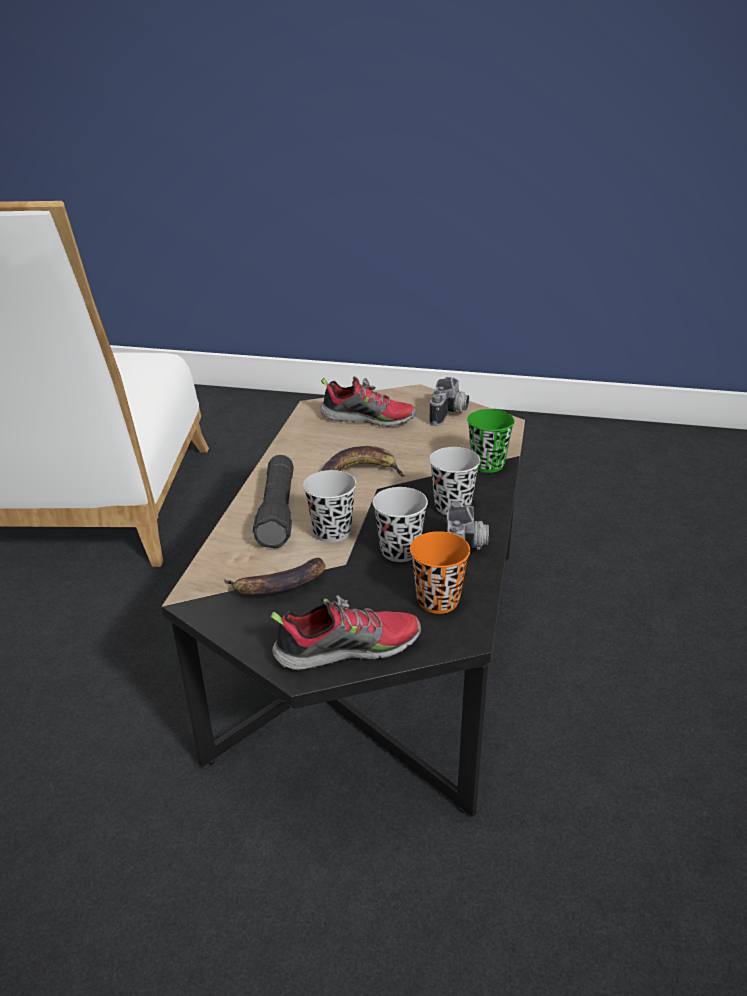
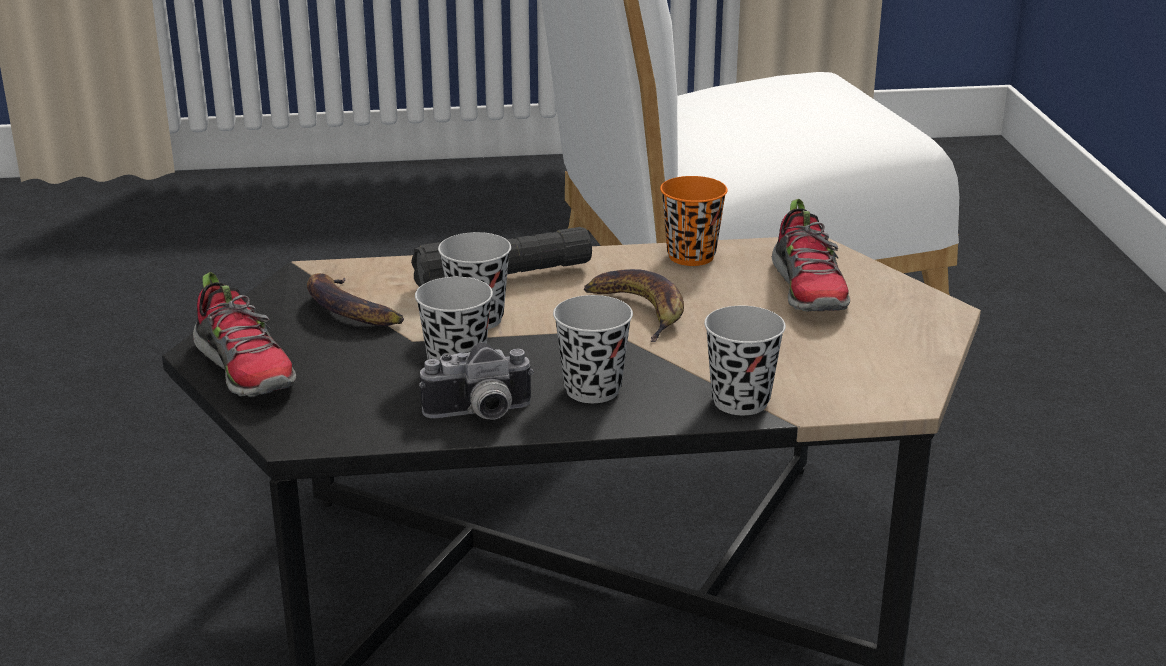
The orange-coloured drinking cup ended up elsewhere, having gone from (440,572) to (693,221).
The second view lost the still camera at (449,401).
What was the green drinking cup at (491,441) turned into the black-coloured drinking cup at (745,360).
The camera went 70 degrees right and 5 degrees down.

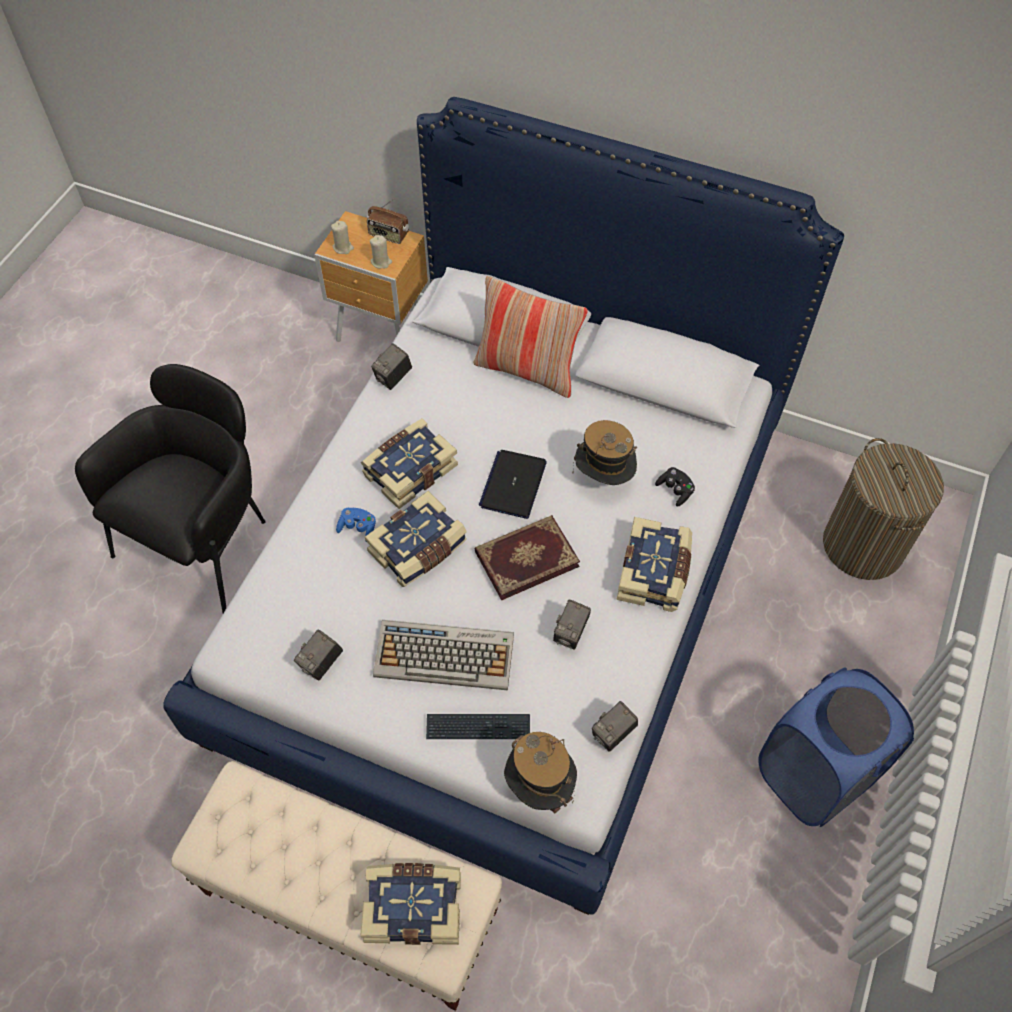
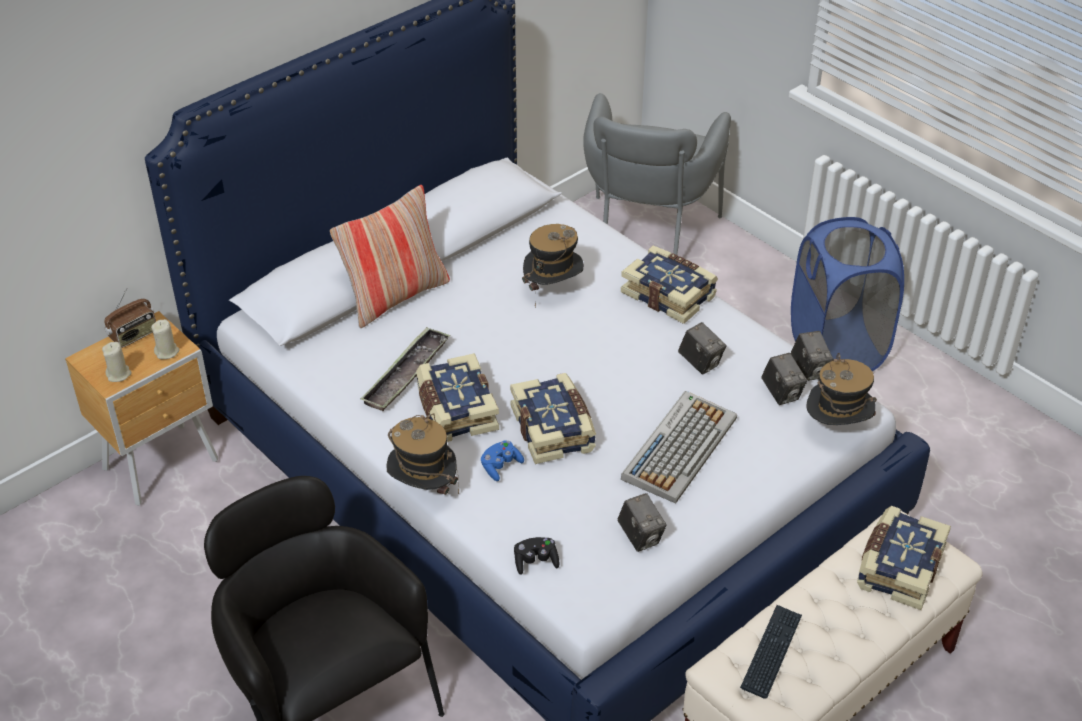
The still camera ended up elsewhere, having gone from (391,366) to (785,379).
The keyboard ended up elsewhere, having gone from (478,726) to (771,652).
The second view lost the bound book at (527,558).
The second view lost the portable computer at (513,484).
The black-coloured game controller ended up elsewhere, having gone from (675,487) to (536,556).
Where the hamper stood at (883,509), the grey lounge chair came to stand at (657,174).
The second view gained the carrying tray at (405,369).
The second view gained the clothing hat at (423,454).
The camera went 65 degrees left and 15 degrees down.

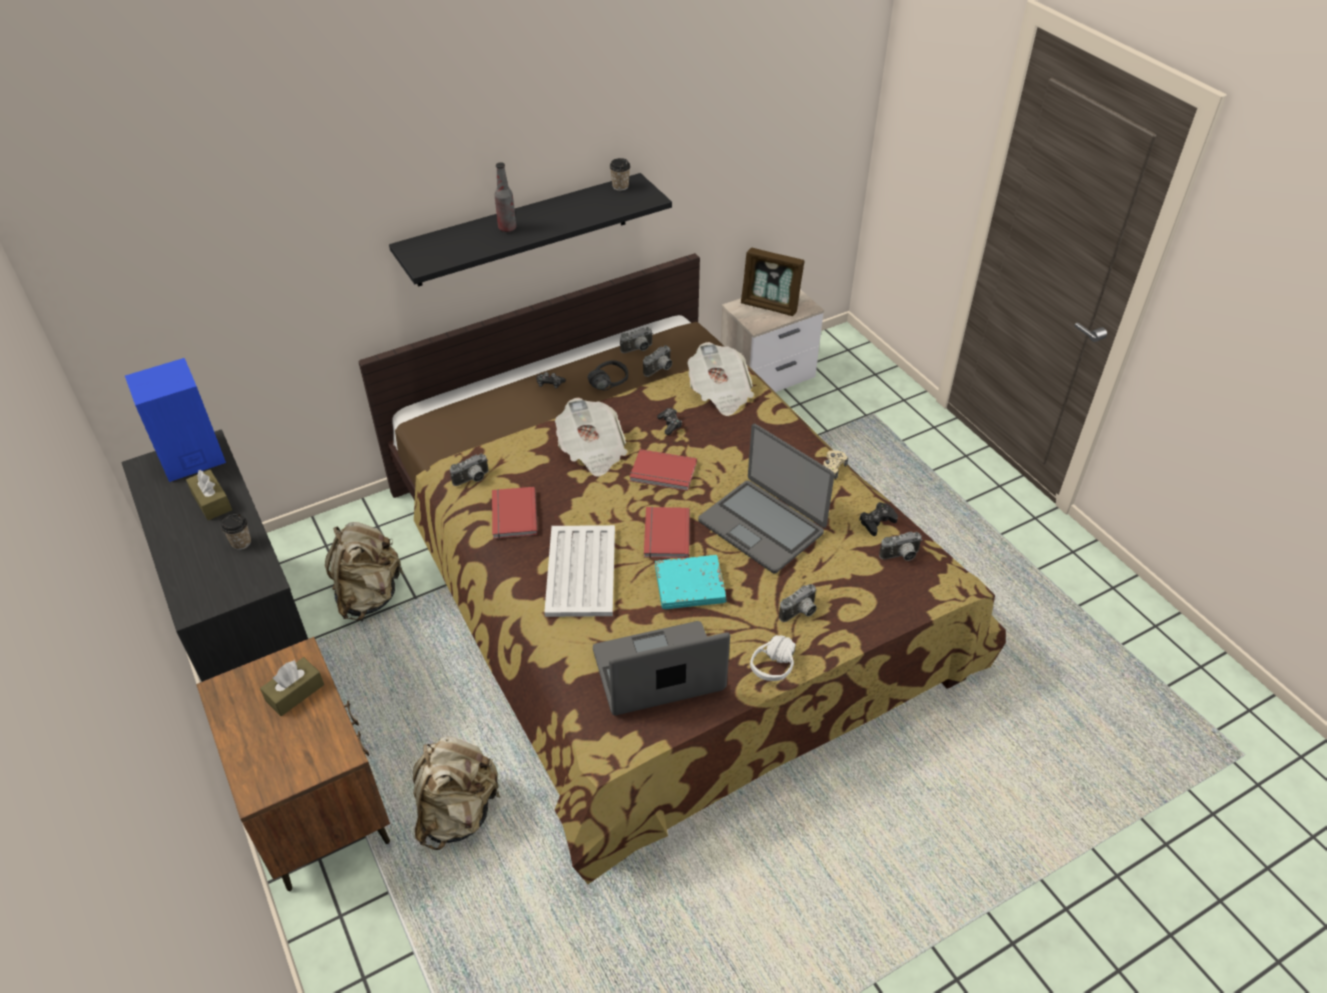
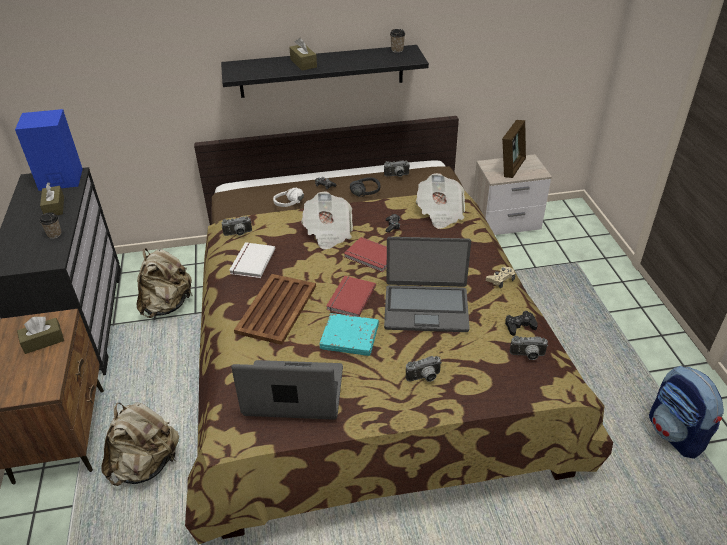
What was the red bound book at (515,513) turned into the whitish bound book at (252,260).
Where the beverage bottle stood at (505,197), the brownish tissue holder came to stand at (303,54).
What was the whitish carrying tray at (579,571) turned into the brownish carrying tray at (275,309).
The second view lost the still camera at (657,361).
The portable computer at (766,498) ended up facing another way, 60 degrees counterclockwise from before.
The standing frame at (773,281) ended up facing another way, 105 degrees counterclockwise from before.
The whitish pair of headphones ended up elsewhere, having gone from (773,658) to (288,197).
The second view gained the knapsack at (686,412).
The camera went 20 degrees right and 5 degrees down.

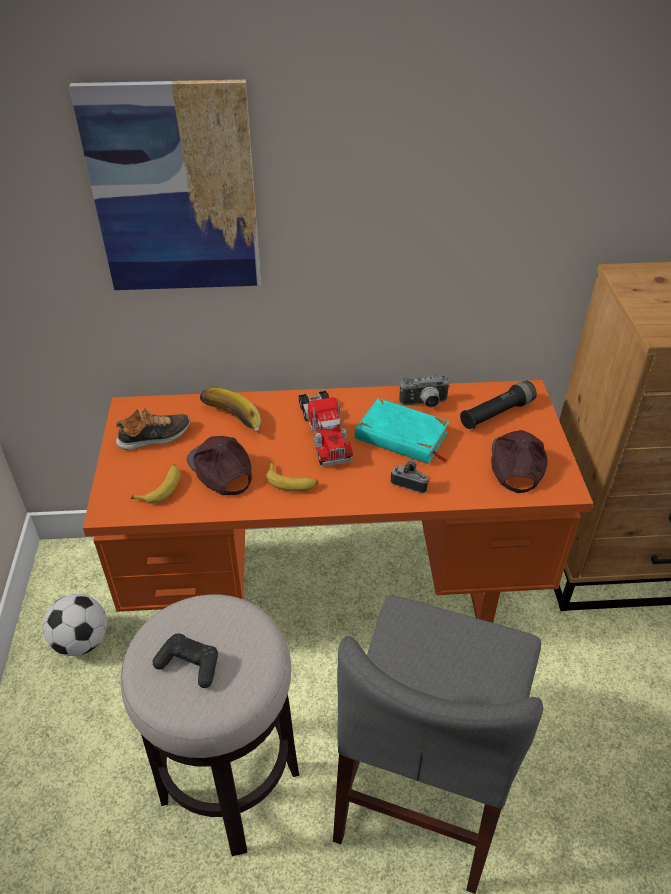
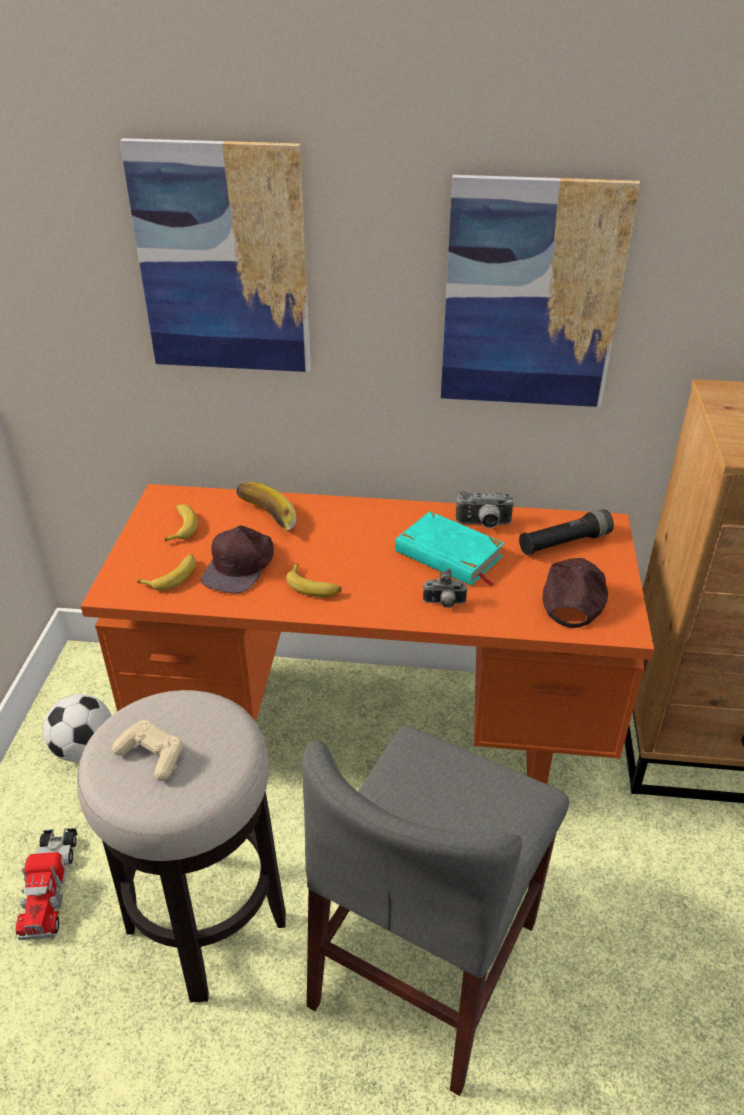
Where the item of footwear stood at (153,429), the banana came to stand at (181,523).
What was the black-coloured game controller at (185,660) turned into the beige game controller at (147,750).
The brownish cap at (219,465) ended up facing another way, 135 degrees counterclockwise from before.
The model truck ended up elsewhere, having gone from (325,428) to (47,884).
The still camera at (410,475) ended up facing another way, 150 degrees clockwise from before.
The second view gained the picture at (540,291).
The camera went 10 degrees right and 5 degrees down.

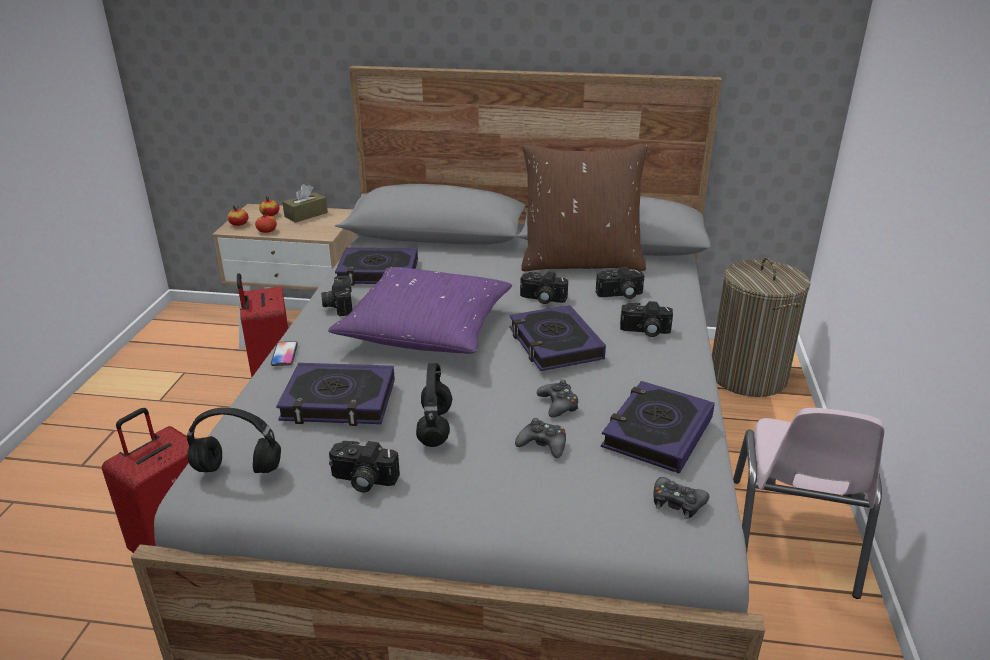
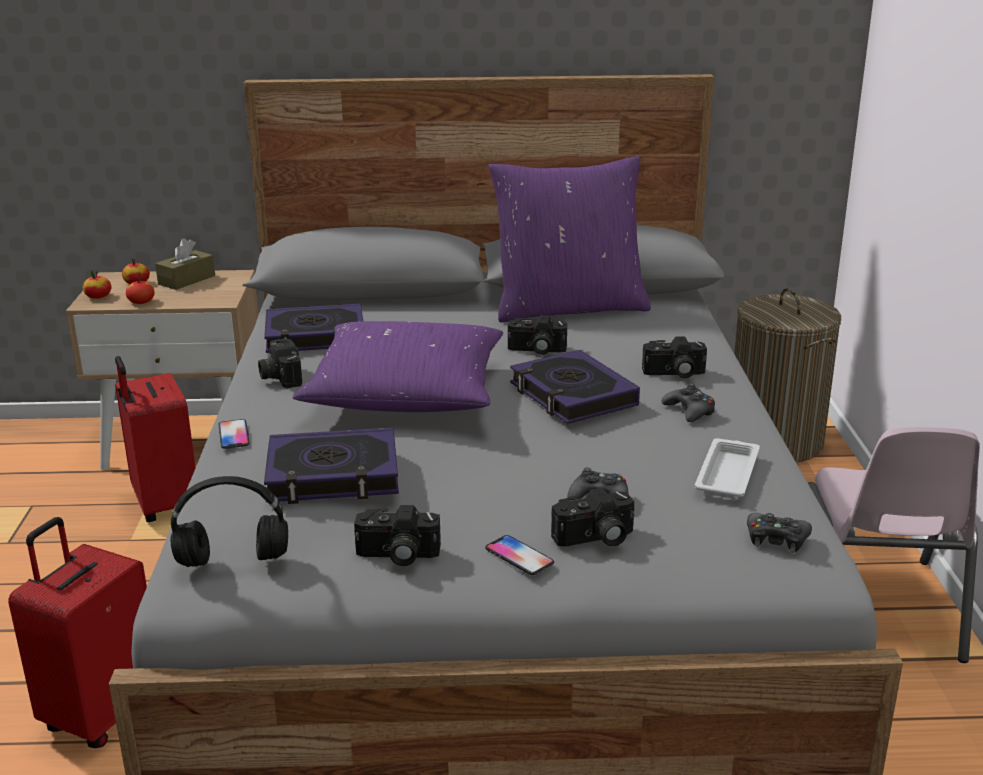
The second view lost the black-coloured pair of headphones at (434,405).
What was the brownish pillow at (584,208) turned into the purple pillow at (569,239).
The black-coloured game controller ended up elsewhere, having gone from (558,399) to (688,402).
The still camera ended up elsewhere, having gone from (620,283) to (592,517).
Where the bound book stood at (658,427), the whitish carrying tray came to stand at (727,468).
The second view gained the handset at (519,555).
The camera went 10 degrees left and 5 degrees down.

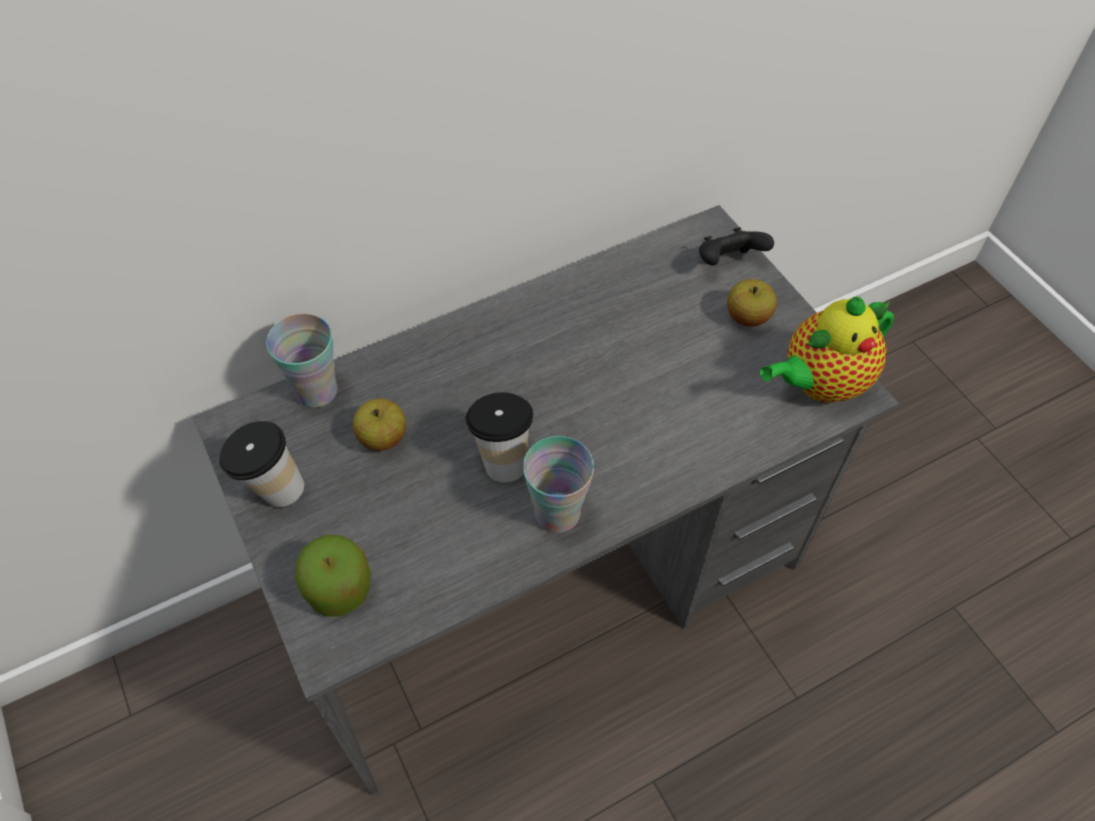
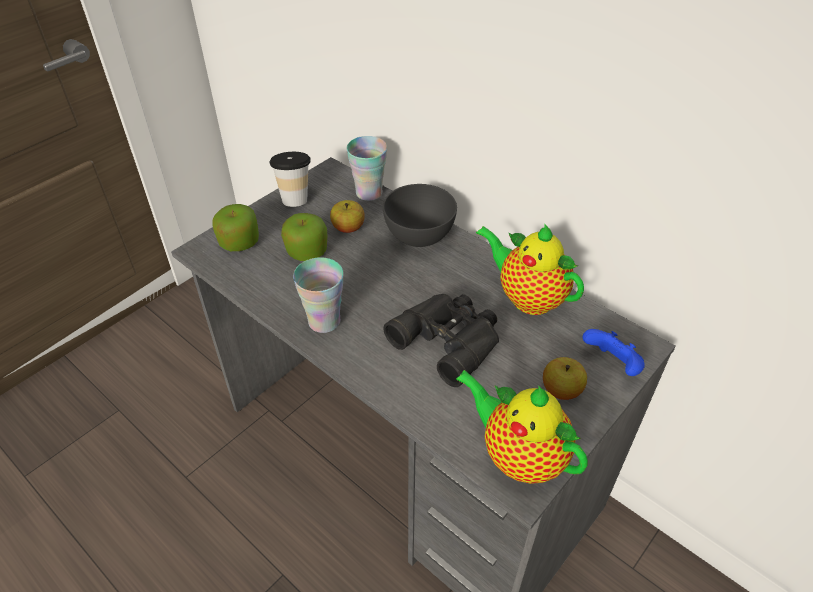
The second view lost the drinking cup at (499,437).
What was the black-coloured game controller at (736,246) turned into the blue-coloured game controller at (613,352).
The second view gained the apple fruit at (304,237).
The second view gained the grey deep dish at (420,215).
The second view gained the black-coloured binoculars at (441,340).
The second view gained the tea pot at (530,269).
The camera went 70 degrees right and 10 degrees down.

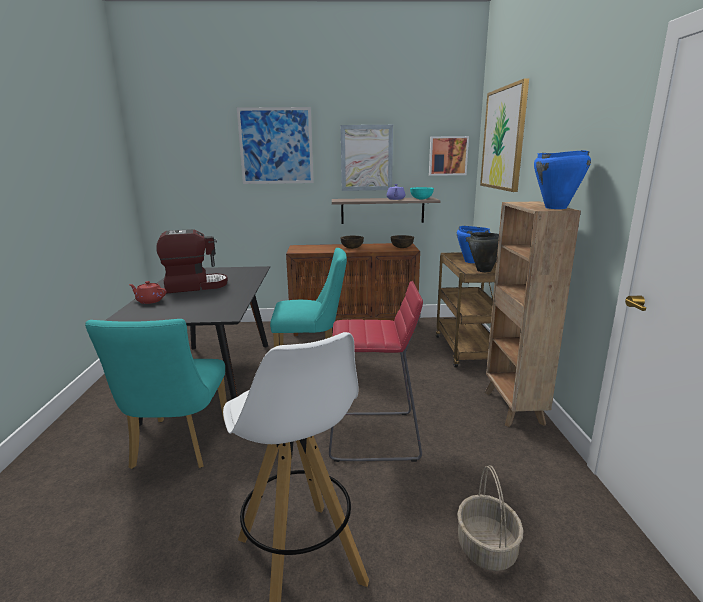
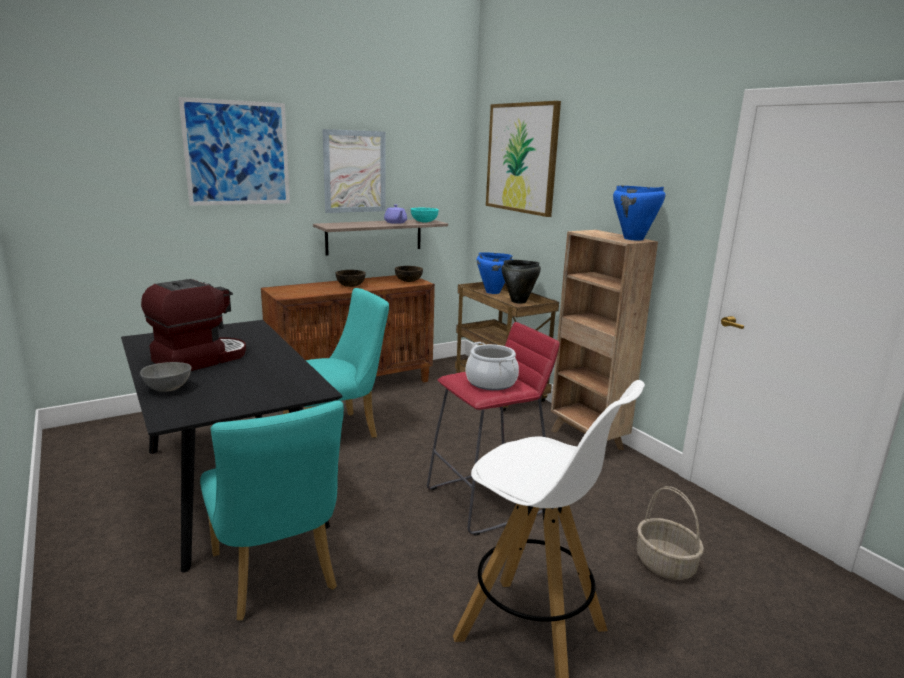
Where the red tea pot stood at (147,292), the grey deep dish came to stand at (166,377).
The second view lost the picture at (449,156).
The second view gained the cooking pot at (492,366).
The camera went 30 degrees left and 0 degrees up.

